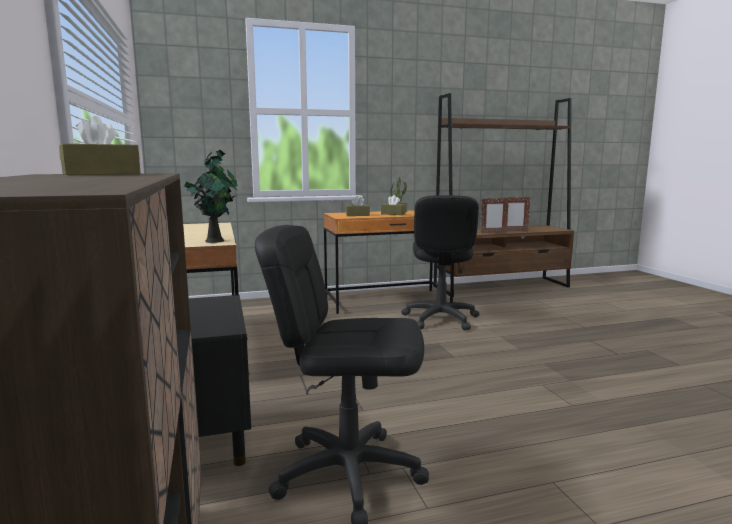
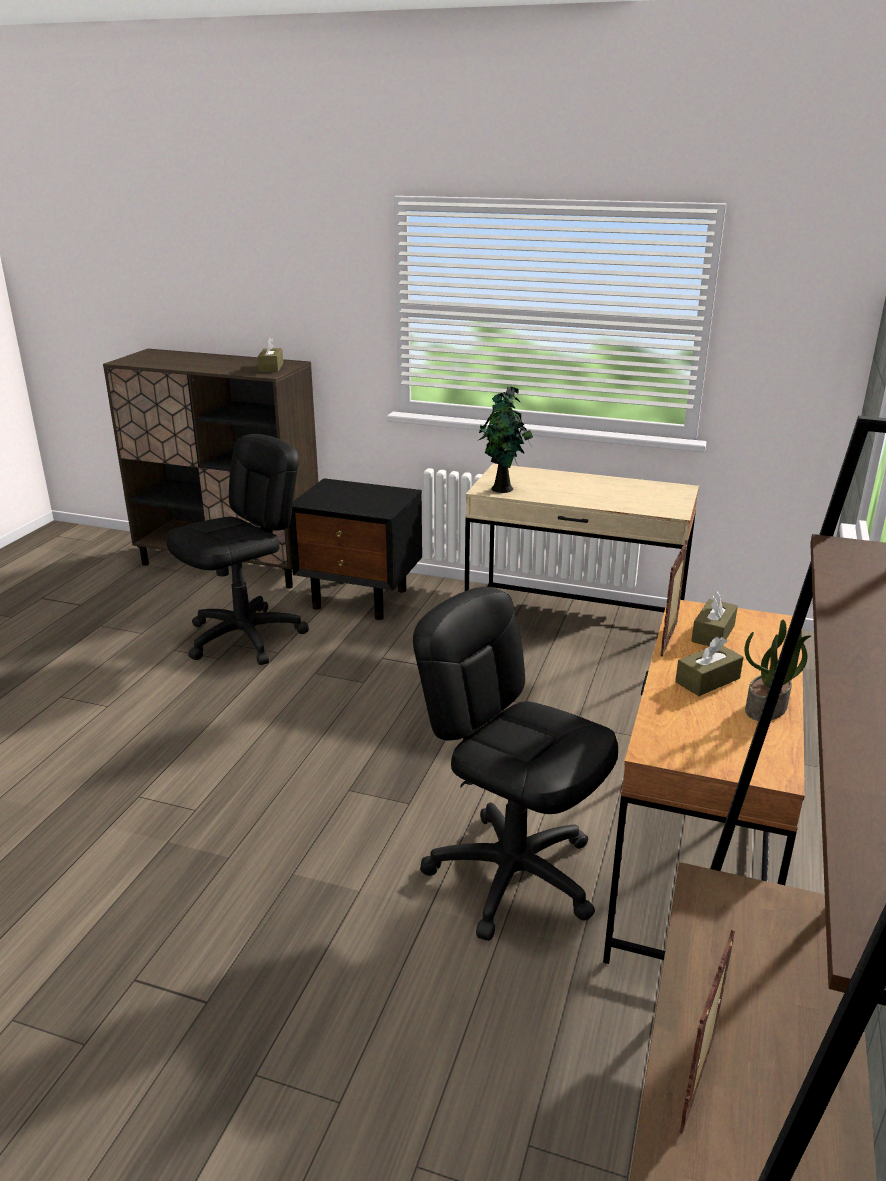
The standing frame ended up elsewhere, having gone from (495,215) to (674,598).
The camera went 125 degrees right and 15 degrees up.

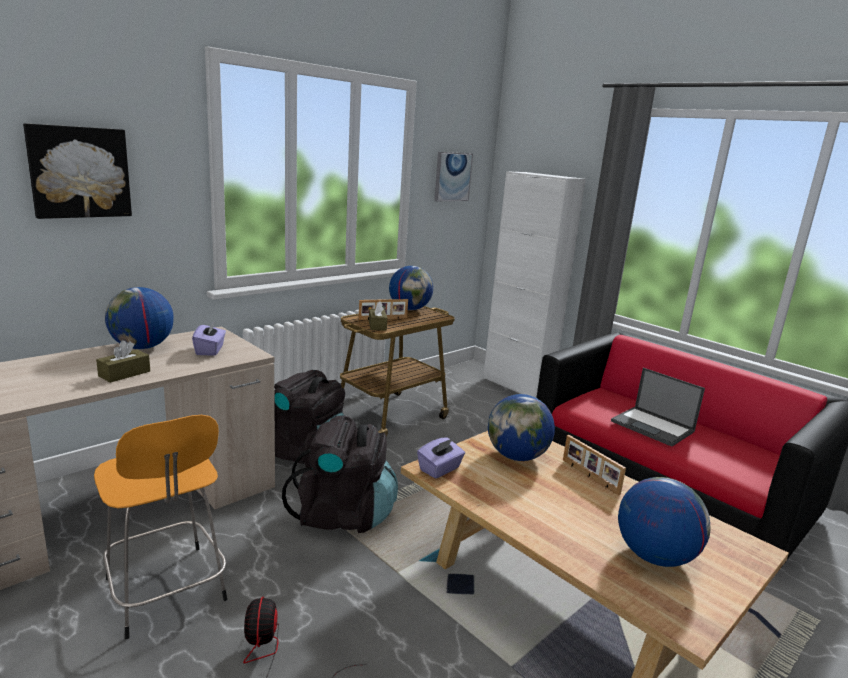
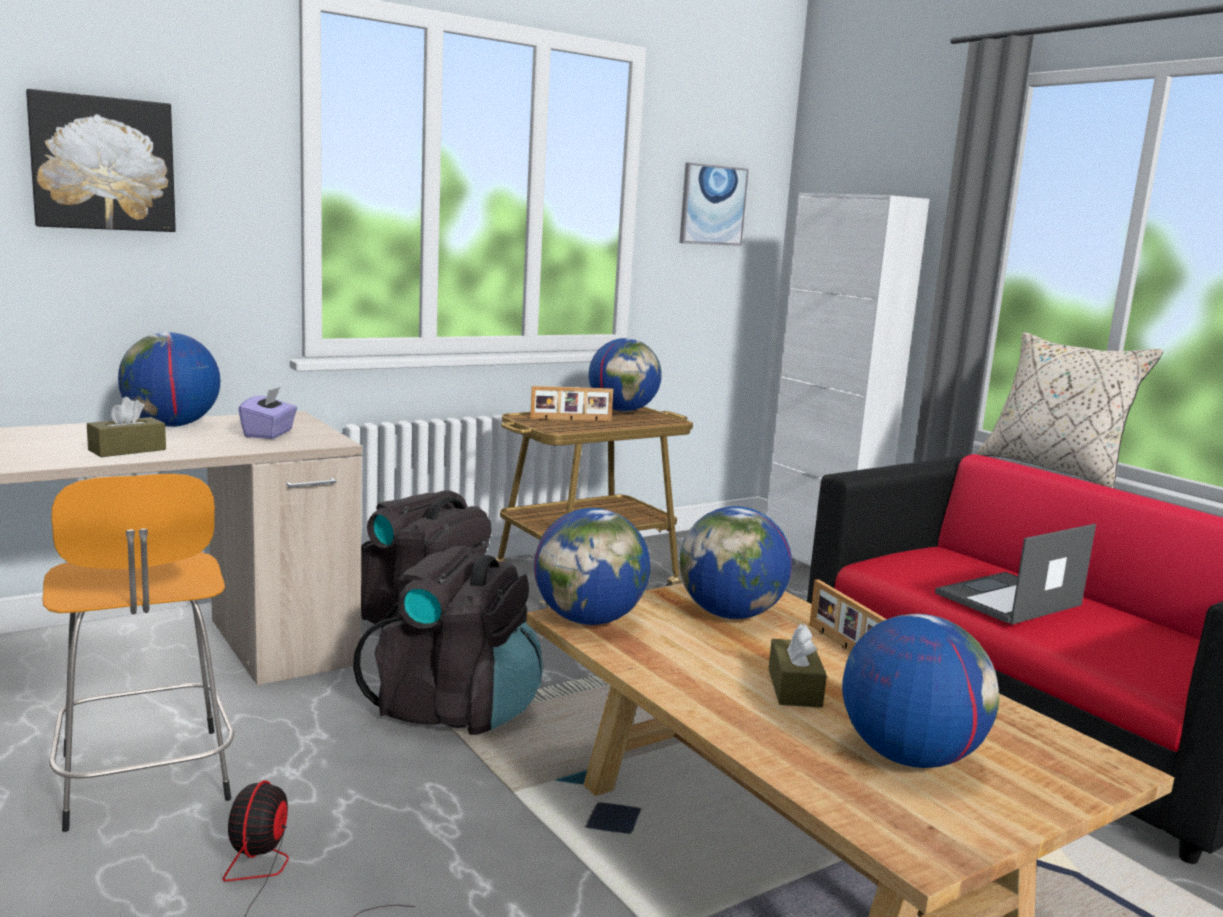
The brownish tissue holder ended up elsewhere, having gone from (378,316) to (797,666).
Where the purple tissue holder stood at (441,458), the globe came to stand at (592,566).
The portable computer at (658,407) ended up facing another way, 90 degrees clockwise from before.
The second view gained the beige pillow at (1070,410).
The camera went 10 degrees right and 5 degrees down.

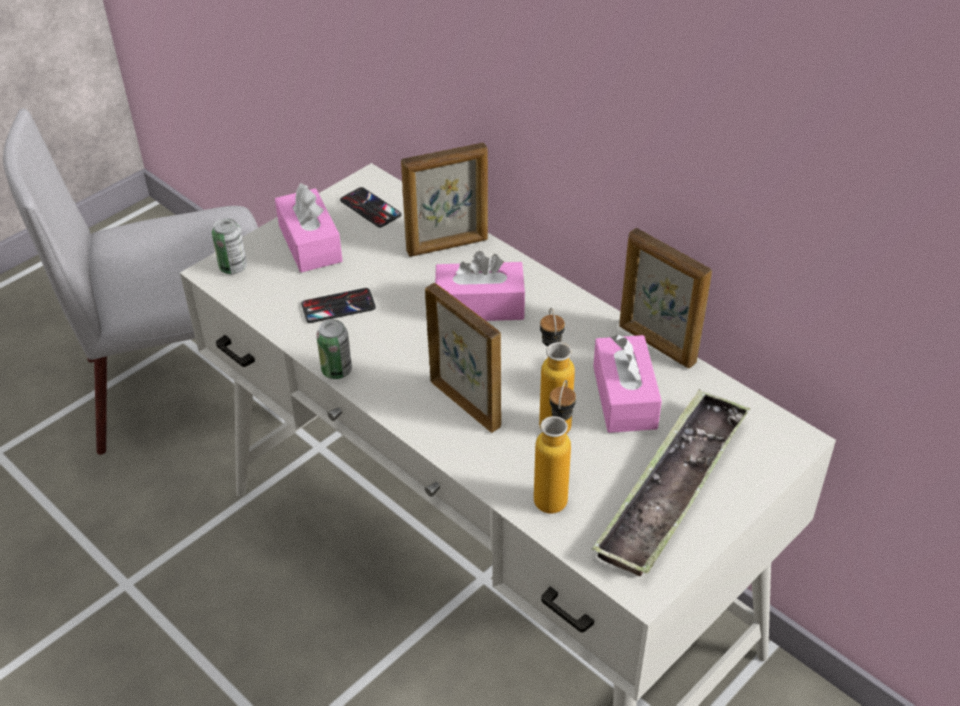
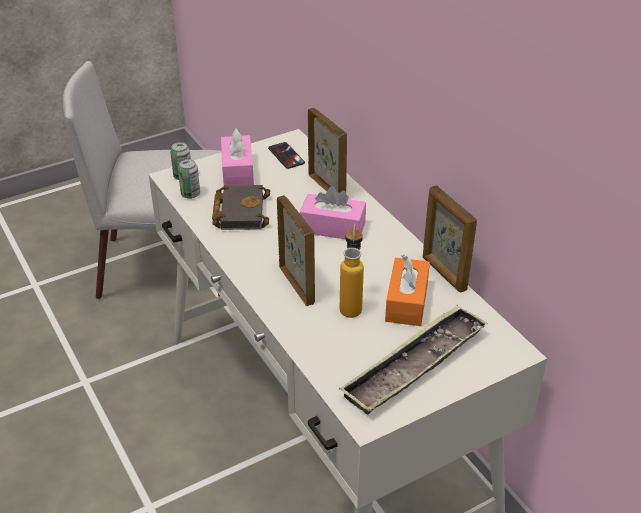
Where the handset stood at (338,305), the black-coloured bound book came to stand at (241,207).
The can ended up elsewhere, having gone from (334,349) to (189,179).
The standing frame at (444,200) ended up facing another way, 120 degrees counterclockwise from before.
The second view lost the beverage bottle at (555,447).
What was the pink tissue holder at (627,384) turned into the orange-coloured tissue holder at (407,290).
The camera went 15 degrees right and 5 degrees down.

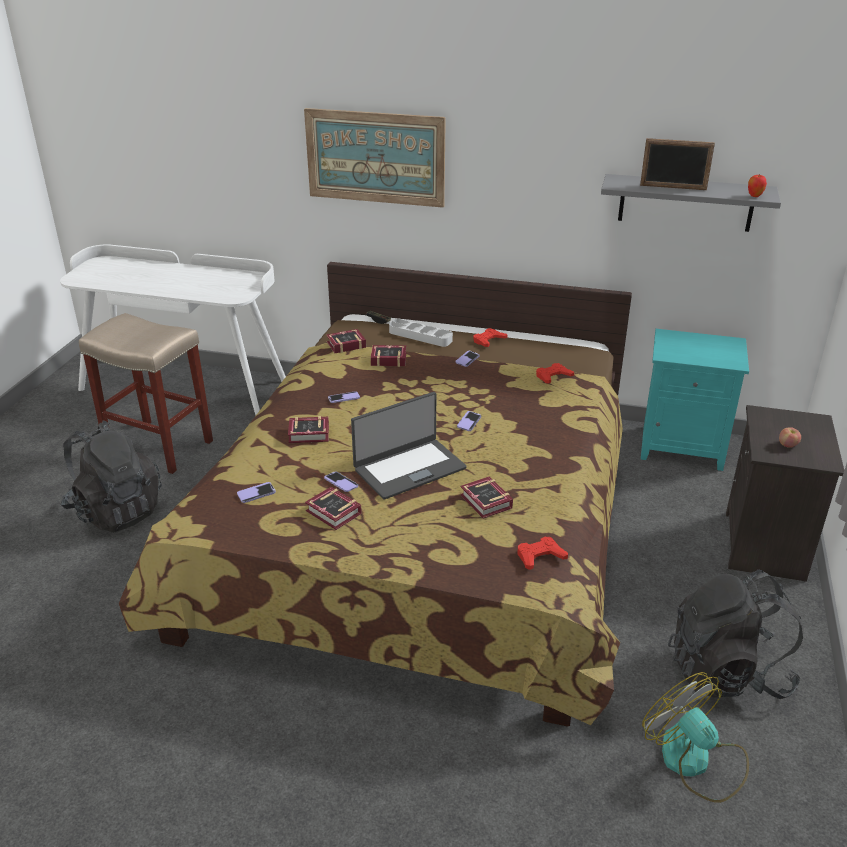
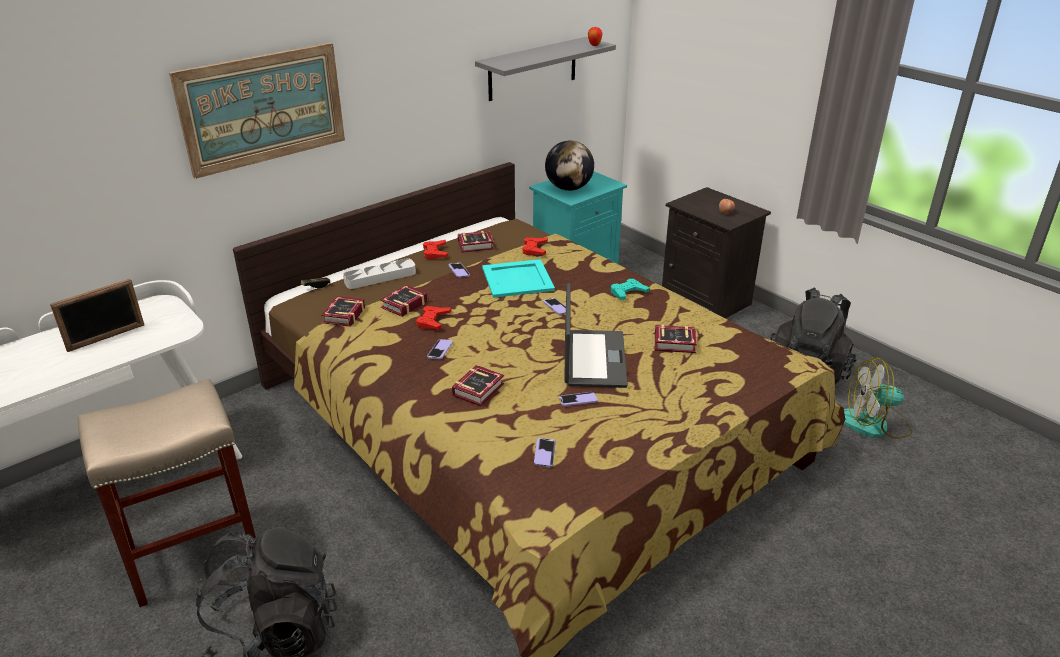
The bound book ended up elsewhere, having gone from (333,508) to (476,242).
The red game controller ended up elsewhere, having gone from (543,553) to (433,318).
The standing frame ended up elsewhere, having gone from (677,164) to (97,315).
The second view gained the blue-green carrying tray at (518,278).
The second view gained the globe at (569,166).
The second view gained the blue-green game controller at (630,289).
The camera went 55 degrees left and 0 degrees up.

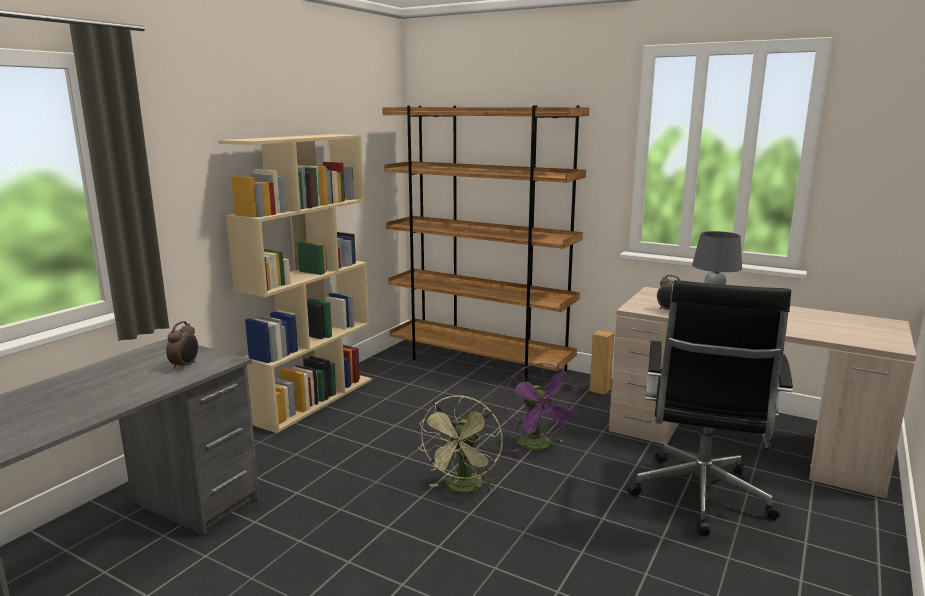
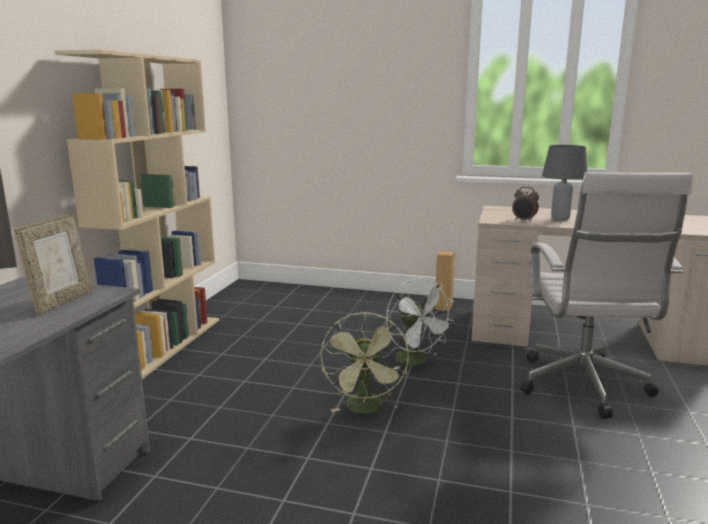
Where the table clock stood at (182,345), the standing frame came to stand at (52,264).
The second view lost the brownish shelving unit at (485,244).
What was the purple cooling fan at (540,407) turned into the whitish cooling fan at (420,323).
What was the black-coloured office chair at (710,408) turned into the whitish office chair at (606,295).
The camera went 15 degrees left and 0 degrees up.

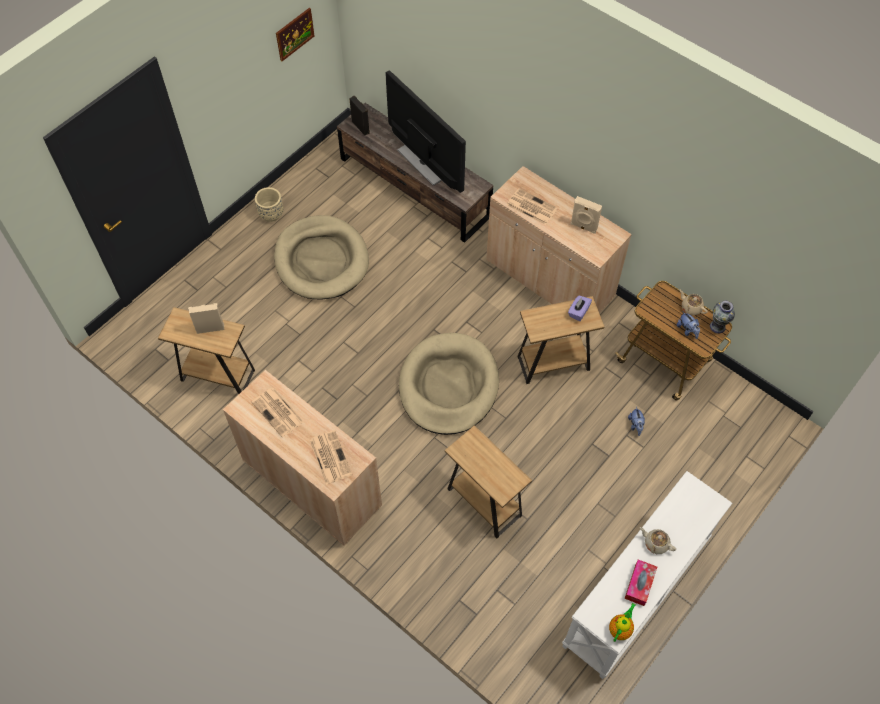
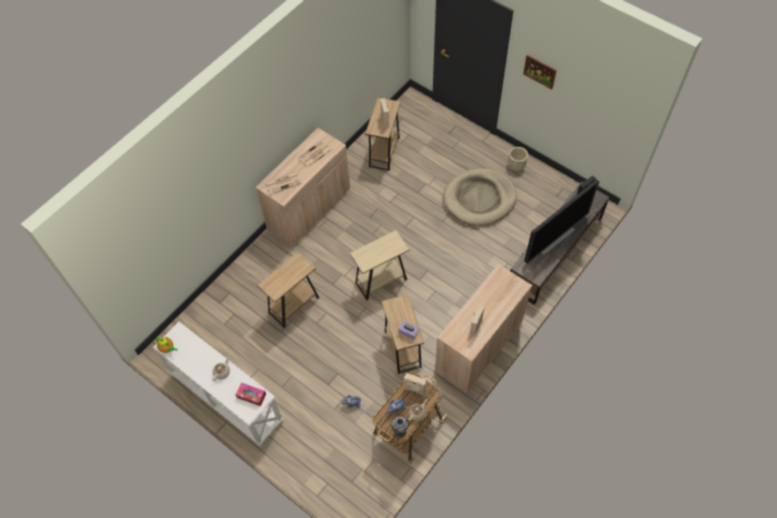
The picture ended up elsewhere, having gone from (295,34) to (540,72).
Where the beige pet bed stood at (449,384), the beige side table came to stand at (380,265).
The second view lost the printed paper at (532,207).
The tissue holder ended up elsewhere, having gone from (640,582) to (250,394).
The second view gained the beige loudspeaker at (415,384).
The camera went 90 degrees right and 0 degrees up.

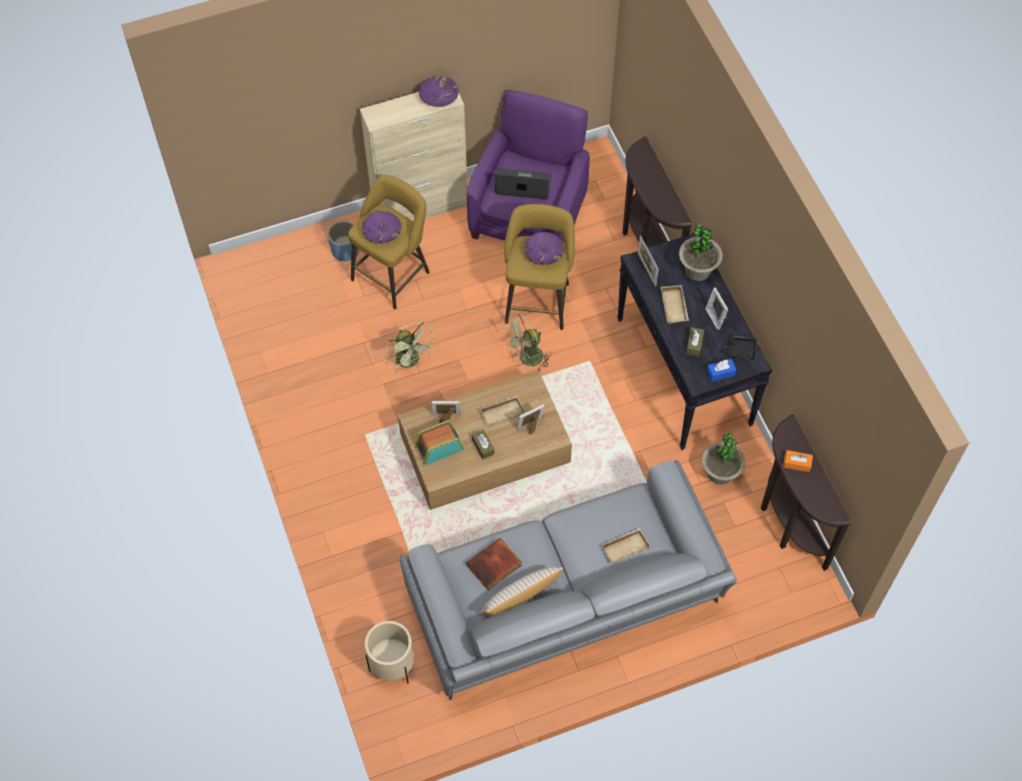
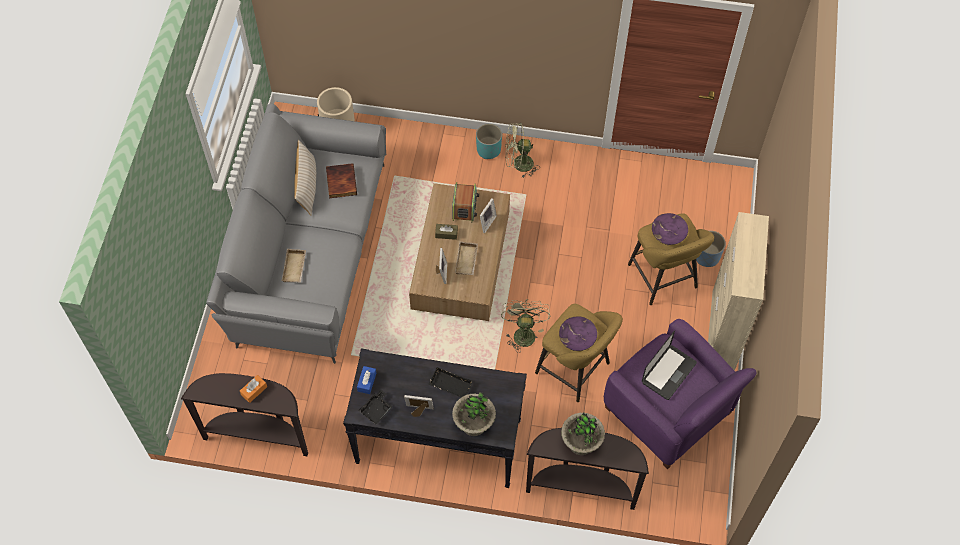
The green cooling fan ended up elsewhere, having gone from (411,348) to (522,150).
The second view lost the purple deep dish at (439,91).
The second view lost the standing frame at (648,261).
What was the beige carrying tray at (675,304) turned into the black-coloured carrying tray at (450,382).
The second view lost the brownish tissue holder at (695,341).
The potted plant ended up elsewhere, having gone from (723,459) to (583,434).
The second view gained the blue-green plant pot at (489,141).
The camera went 120 degrees right and 0 degrees up.

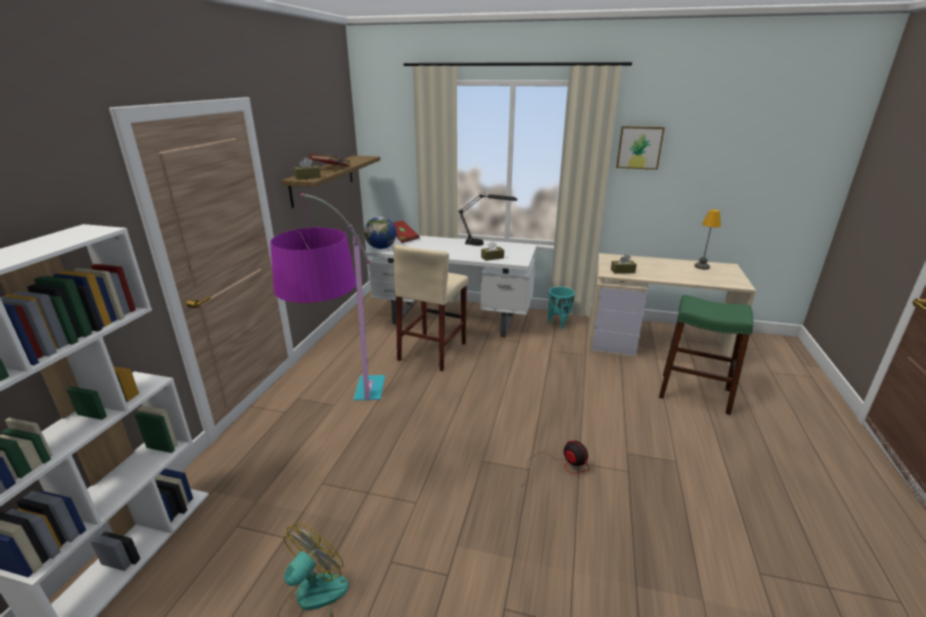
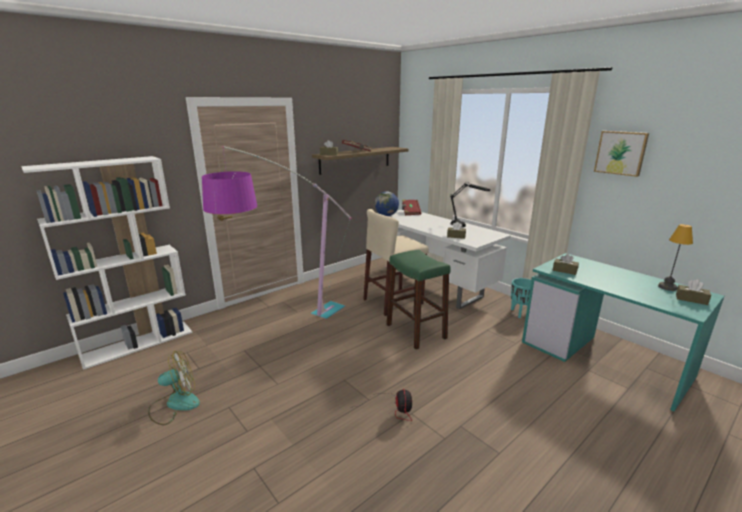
What was the beige desk unit at (672,310) turned into the blue-green desk unit at (623,332).
The green stool ended up elsewhere, having gone from (706,355) to (419,299).
The second view gained the brownish tissue holder at (693,292).
The camera went 35 degrees right and 5 degrees down.

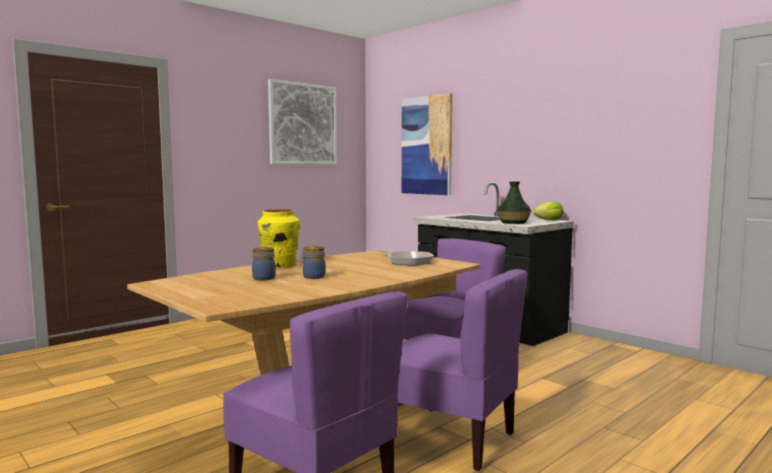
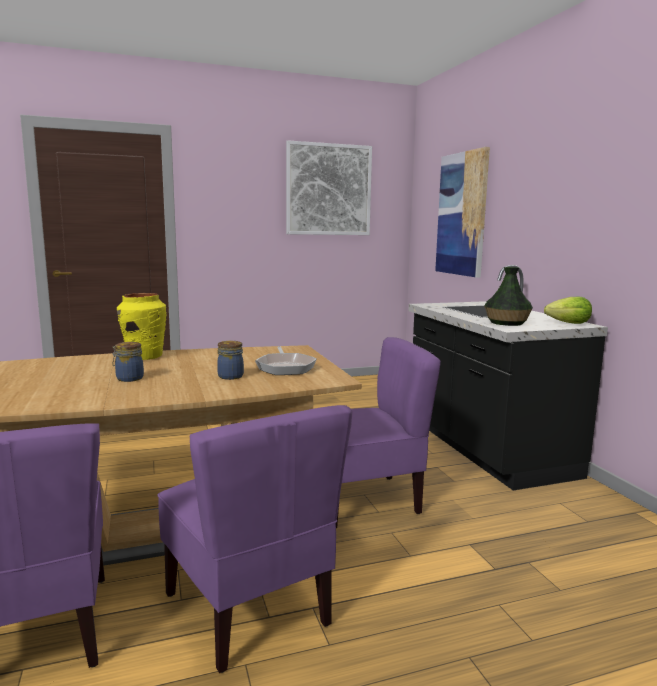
The jar ended up elsewhere, having gone from (264,264) to (230,360).
The camera went 25 degrees right and 5 degrees up.

